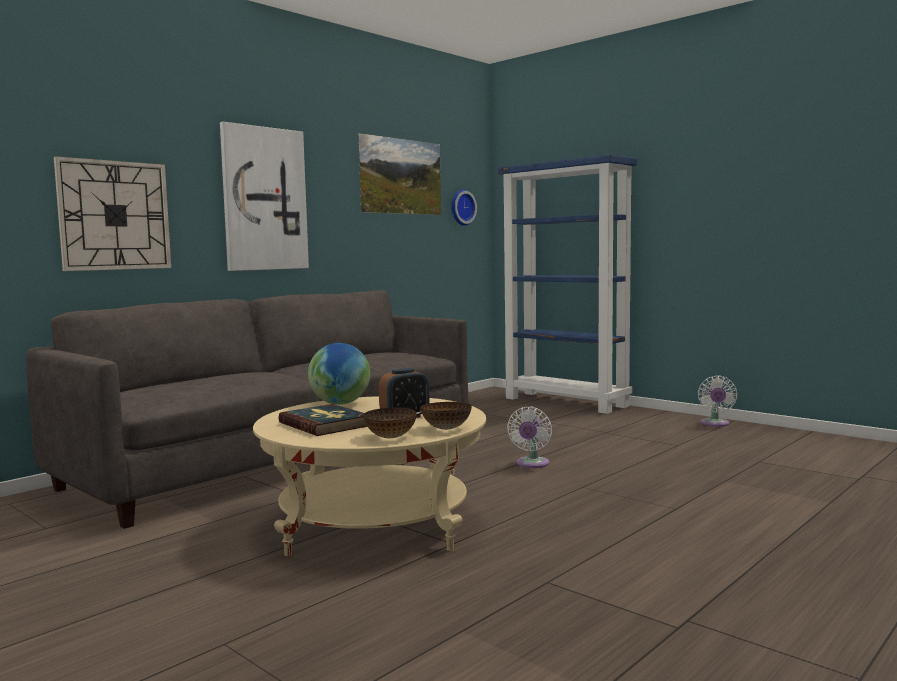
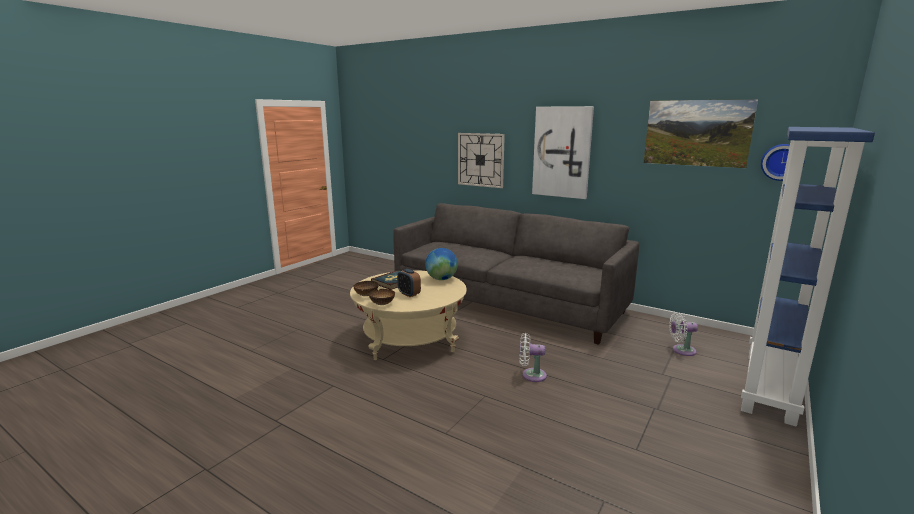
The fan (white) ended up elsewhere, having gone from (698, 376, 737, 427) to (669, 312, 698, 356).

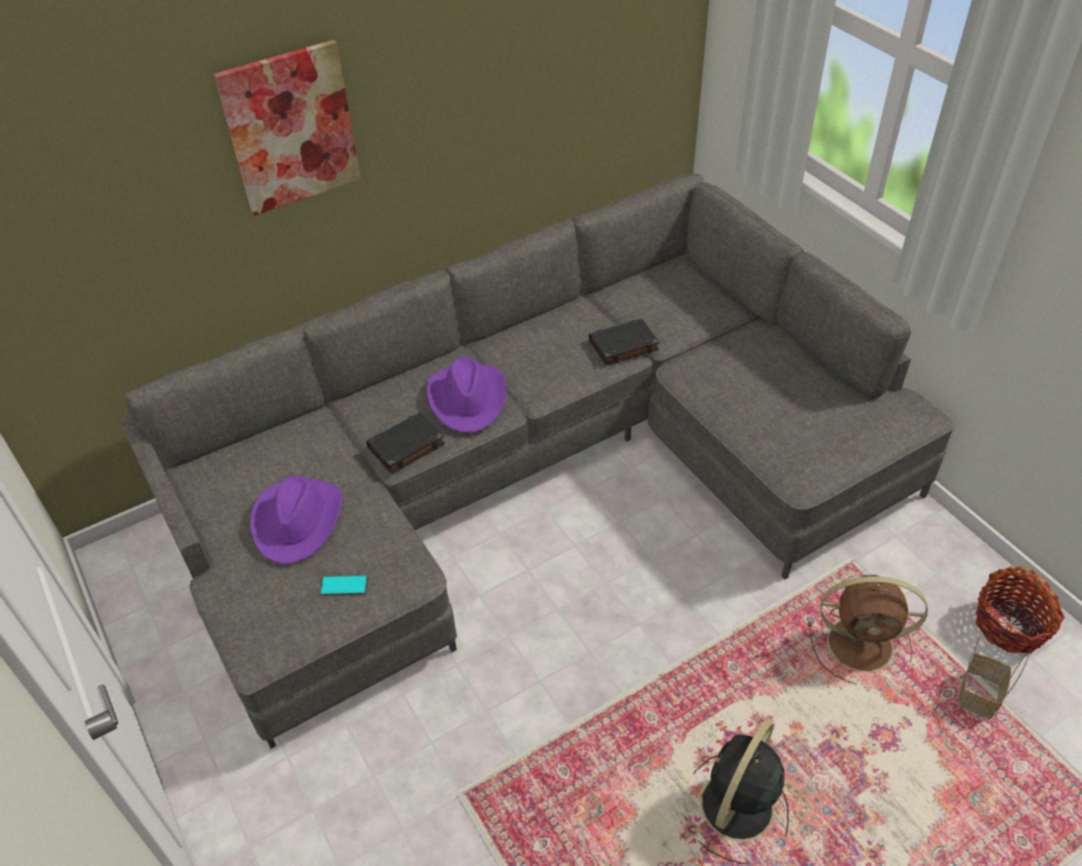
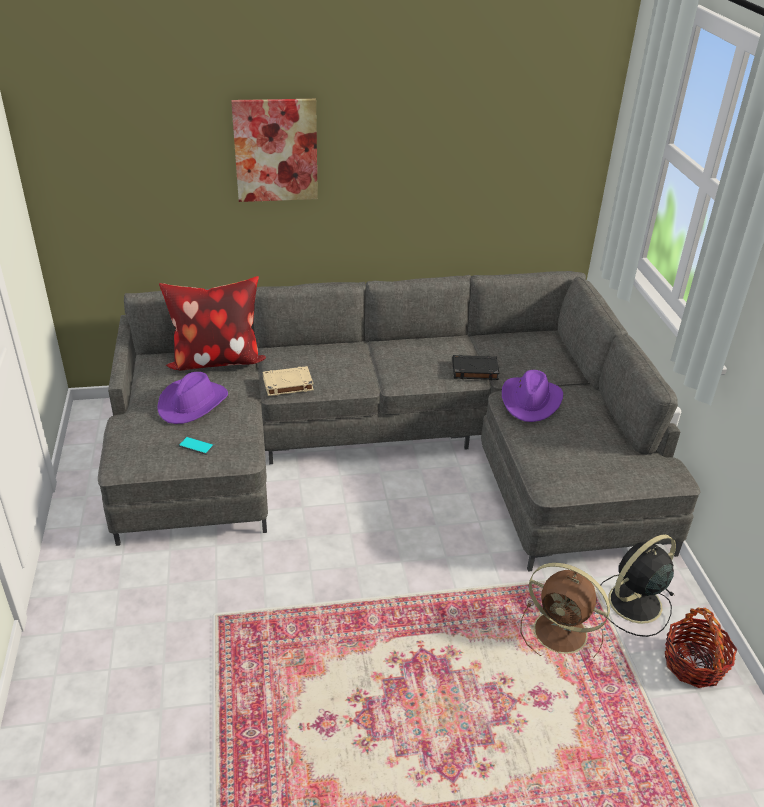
The second view lost the basket at (957, 636, 1028, 719). The second view gained the pillow at (159, 276, 266, 370). The hat (purple) ended up elsewhere, having gone from (427, 357, 507, 433) to (502, 370, 563, 422). The fan (black) ended up elsewhere, having gone from (693, 720, 789, 864) to (601, 534, 676, 637). What was the book (black) at (366, 412, 445, 474) turned into the book (beige) at (263, 366, 314, 396).

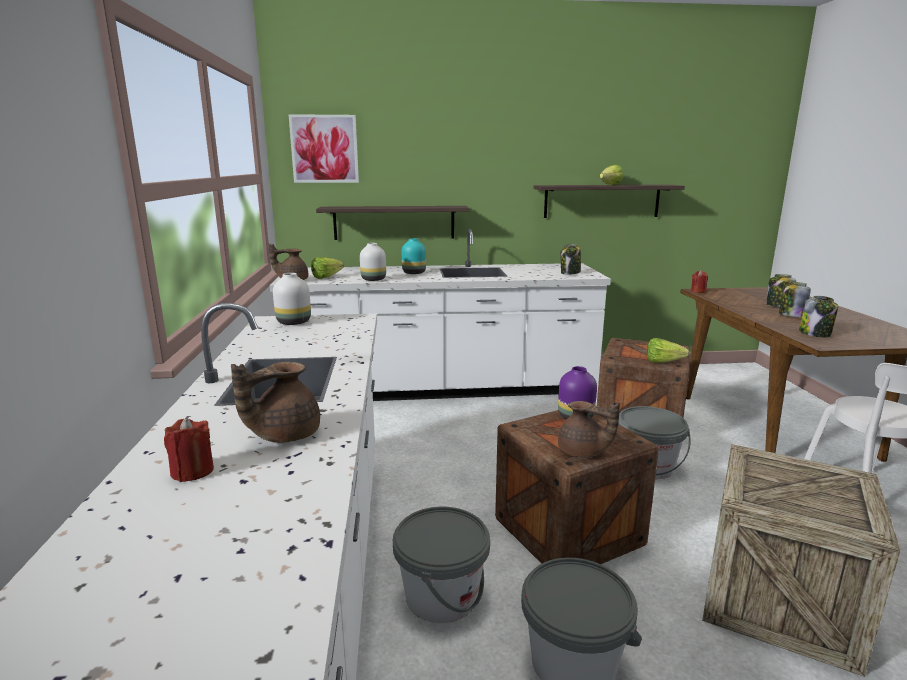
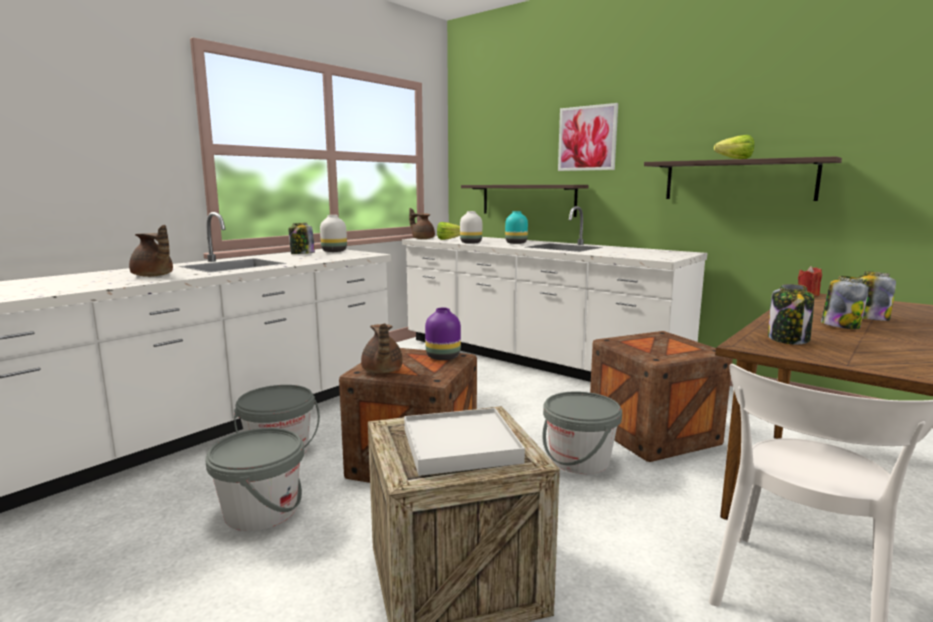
The second view lost the candle (red) at (164, 418, 214, 482). The second view lost the lettuce at (647, 338, 689, 363). The second view gained the tray (white) at (404, 408, 525, 476). The picture ended up elsewhere, having gone from (288, 114, 359, 183) to (558, 103, 618, 171). The jar ended up elsewhere, having gone from (561, 244, 581, 275) to (288, 223, 315, 254). The teapot (brown) at (231, 362, 320, 443) ended up facing another way, 150 degrees counterclockwise from before.

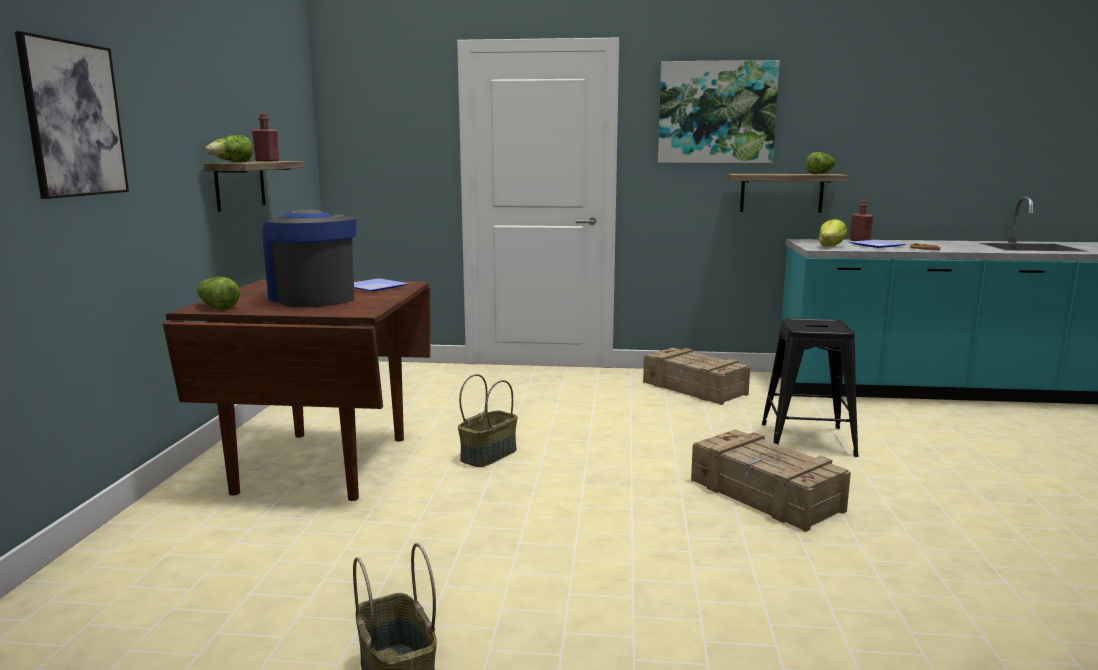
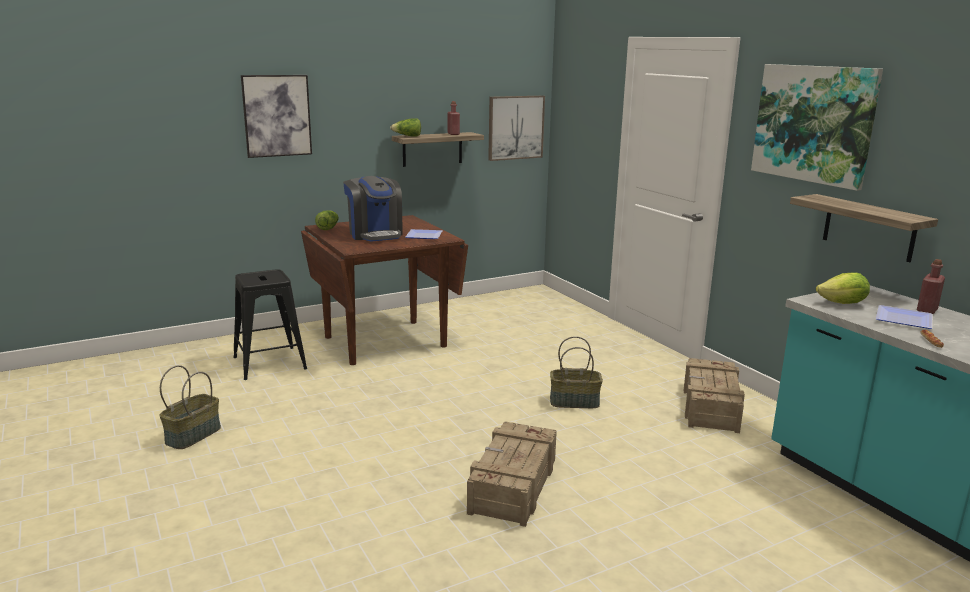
The second view lost the lettuce at (806, 152, 835, 174). The second view gained the picture at (488, 96, 545, 161). The basket ended up elsewhere, having gone from (458, 374, 518, 467) to (550, 336, 603, 408). The stool (black) ended up elsewhere, having gone from (762, 318, 859, 457) to (233, 269, 307, 380). The coffee machine at (262, 209, 356, 307) ended up facing another way, 135 degrees clockwise from before.

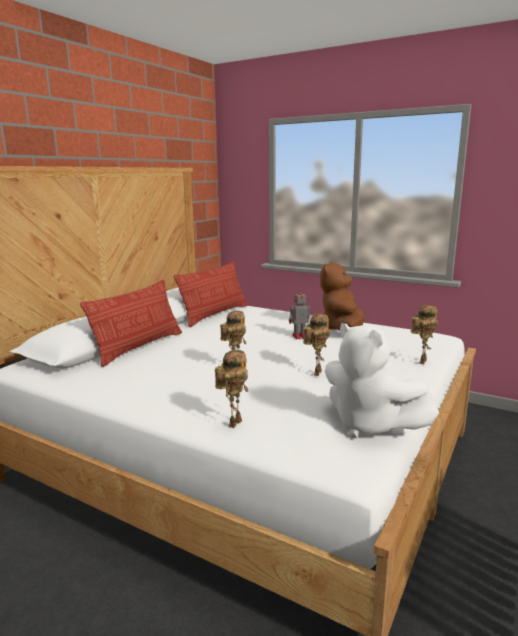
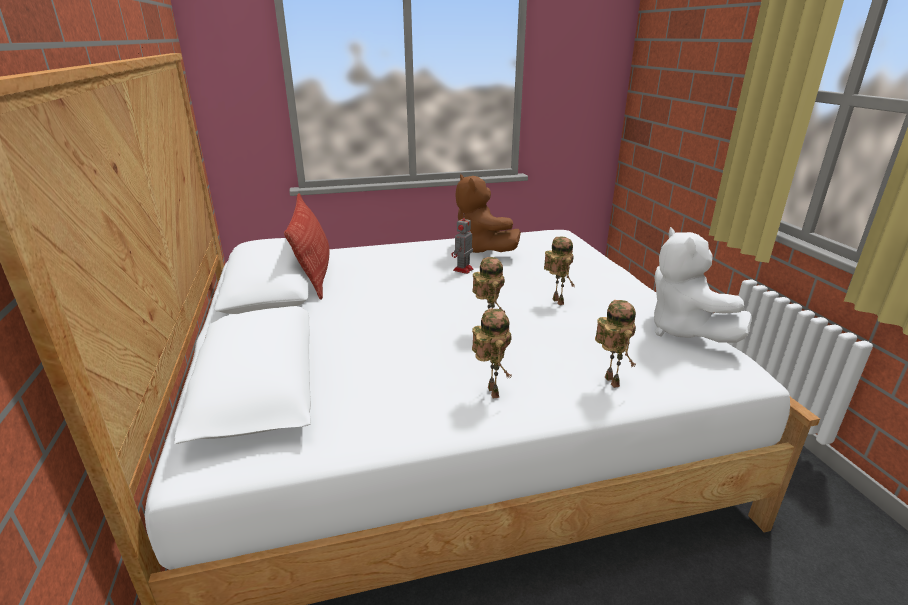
The second view lost the pillow at (80, 280, 182, 367). The toy robot ended up elsewhere, having gone from (411, 305, 438, 364) to (472, 308, 512, 399). The plush toy (white) at (325, 323, 439, 438) ended up facing another way, 75 degrees clockwise from before.

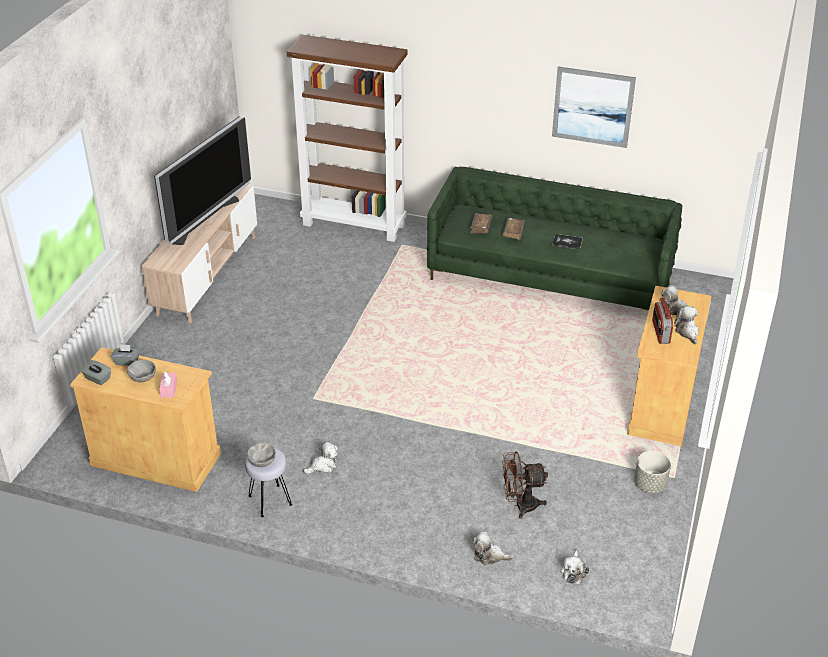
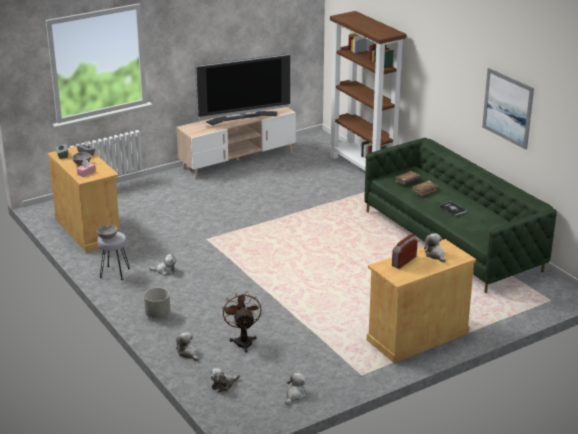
The planter (grey) ended up elsewhere, having gone from (634, 451, 671, 493) to (144, 288, 170, 318). The plush toy ended up elsewhere, having gone from (674, 306, 699, 345) to (285, 373, 307, 405). The fan (brown) at (502, 451, 548, 519) ended up facing another way, 45 degrees clockwise from before.

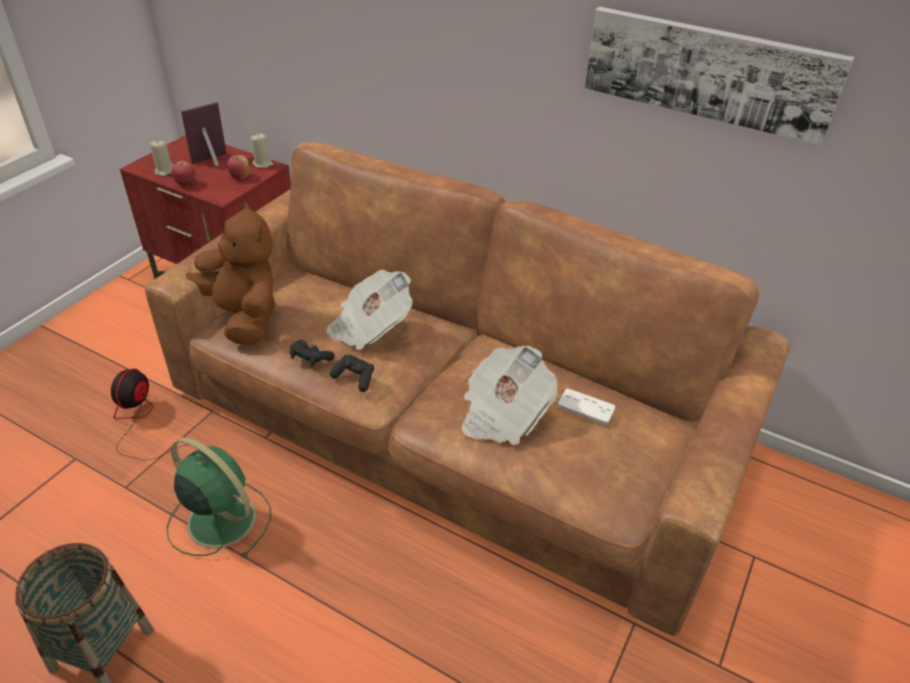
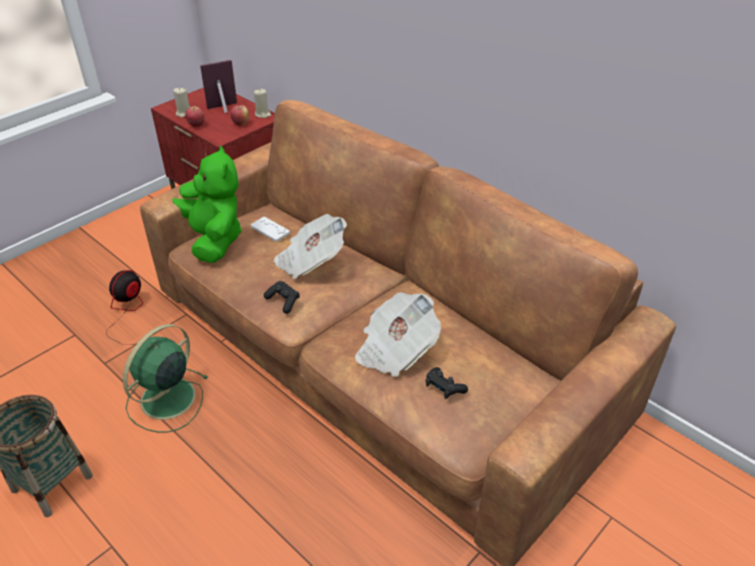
The second view lost the picture at (585, 7, 854, 145). The game controller (black) ended up elsewhere, having gone from (290, 340, 335, 367) to (426, 367, 468, 399). The game controller (white) ended up elsewhere, having gone from (557, 389, 616, 425) to (251, 217, 290, 242). What was the plush toy (brown) at (186, 202, 275, 345) turned into the plush toy (green) at (172, 146, 242, 263). The fan (green) at (167, 437, 271, 558) ended up facing another way, 105 degrees counterclockwise from before.

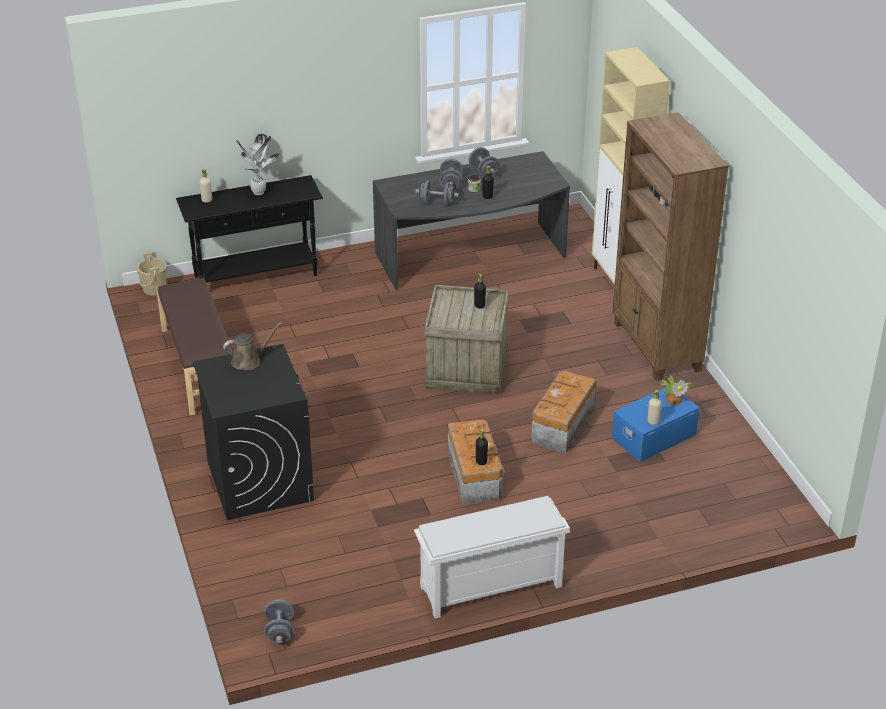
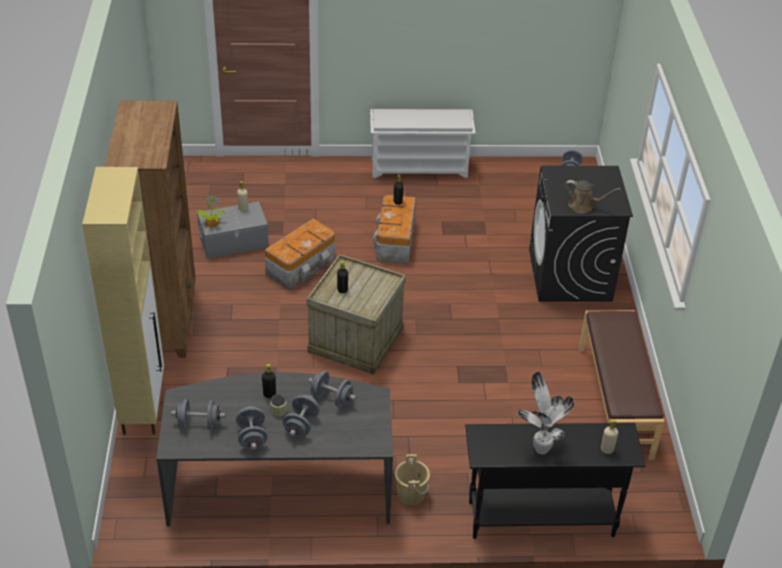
The second view gained the dumbbell (grey) at (171, 399, 225, 430). The bucket (beige) ended up elsewhere, having gone from (137, 252, 167, 296) to (395, 454, 430, 505). What was the storage box (blue) at (612, 387, 700, 462) turned into the storage box (grey) at (197, 201, 269, 259). The watering can (brown) at (223, 322, 282, 370) ended up facing another way, 150 degrees counterclockwise from before.

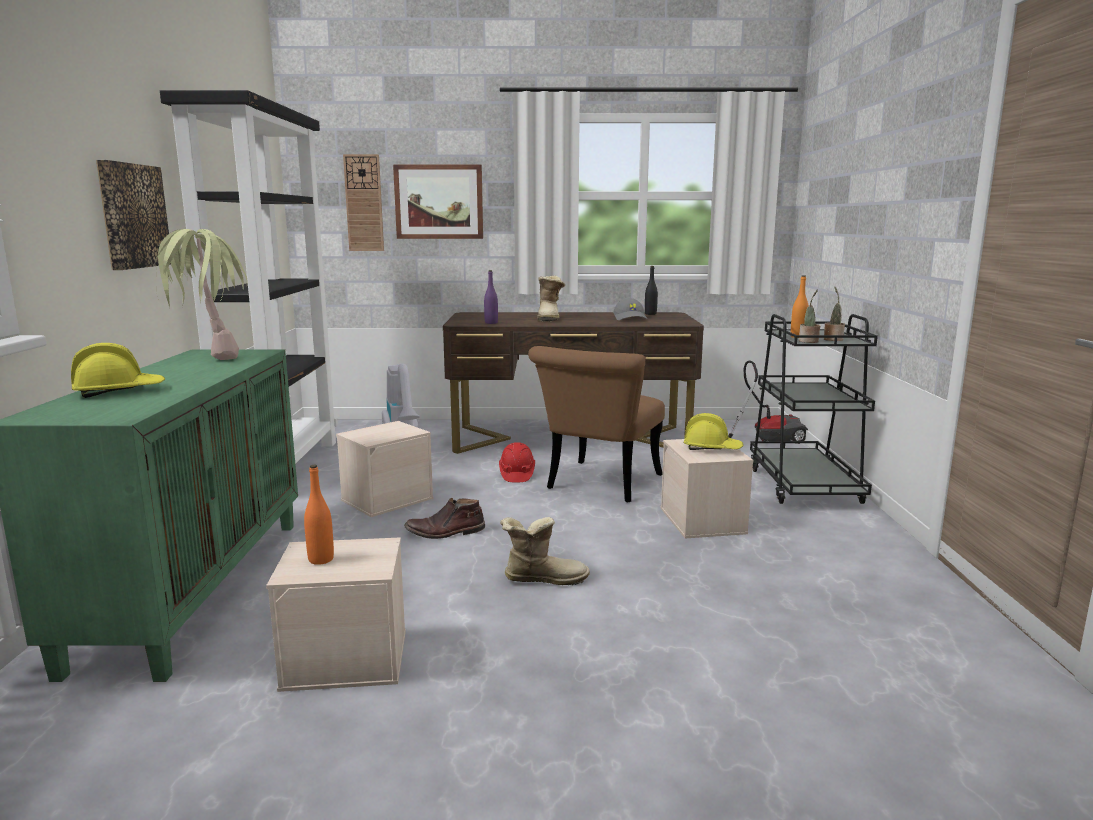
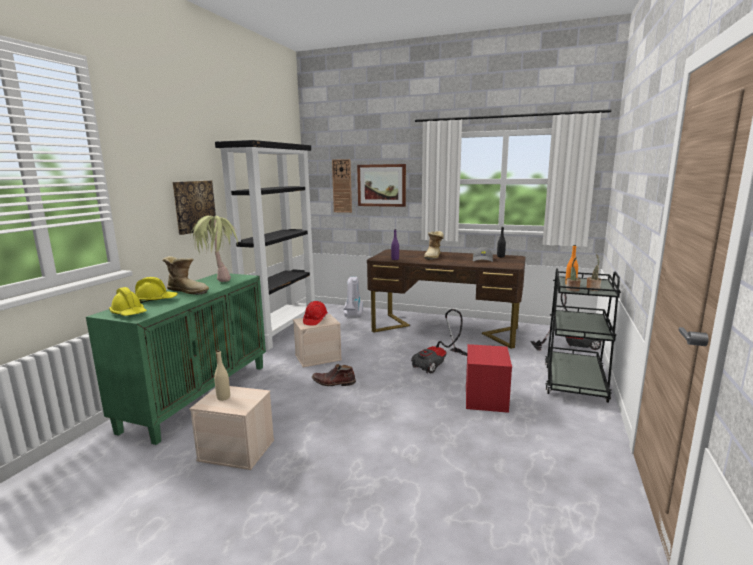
The hard hat (red) ended up elsewhere, having gone from (499, 442, 535, 482) to (303, 301, 328, 326). The boot ended up elsewhere, having gone from (500, 517, 590, 585) to (162, 256, 209, 295). The hard hat (yellow) ended up elsewhere, having gone from (684, 413, 743, 450) to (109, 287, 147, 316). Where the chair (brown) stood at (528, 346, 665, 502), the vacuum cleaner came to stand at (411, 309, 467, 373). What was the bottle (orange) at (304, 465, 334, 565) turned into the bottle (beige) at (214, 350, 230, 401). What was the storage box (beige) at (660, 439, 753, 539) turned into the storage box (red) at (466, 344, 512, 413).

